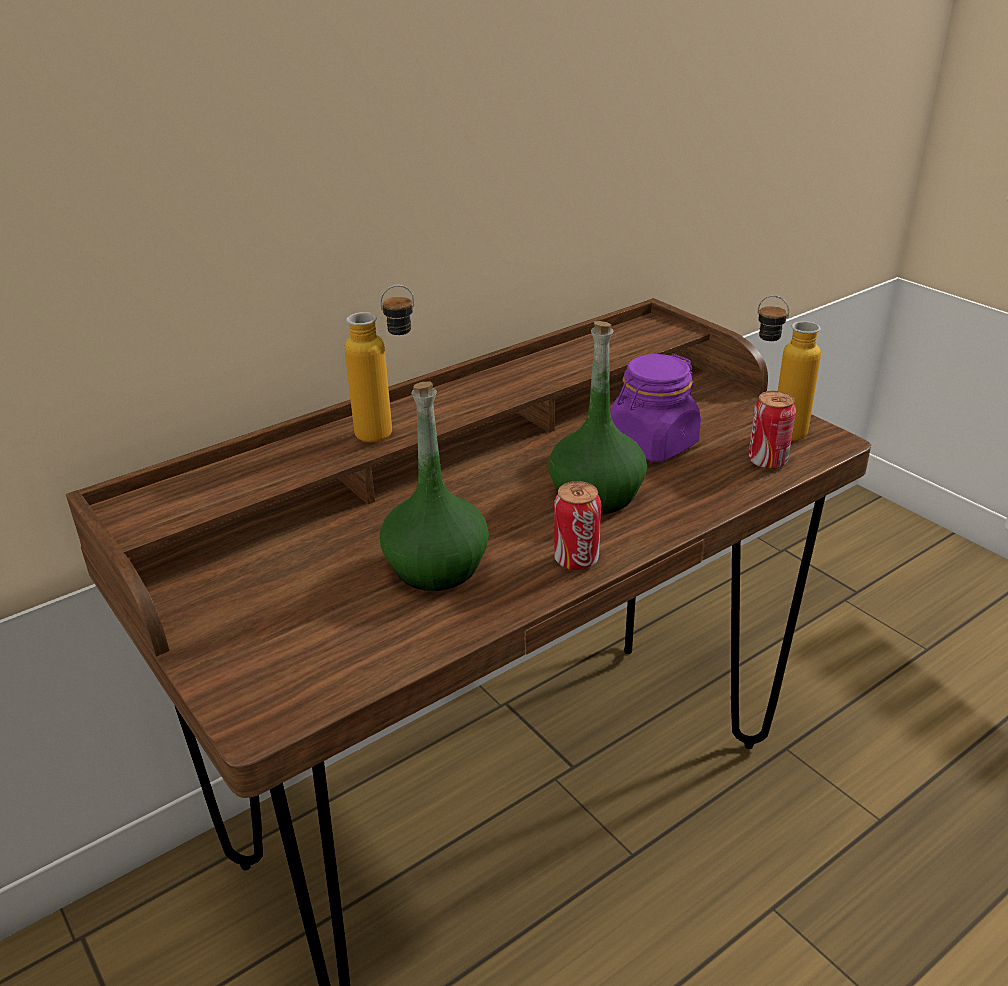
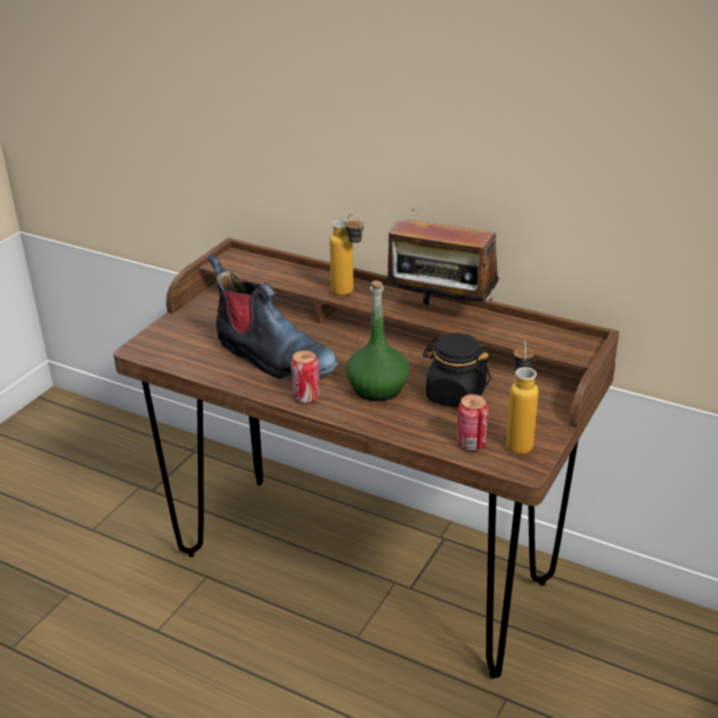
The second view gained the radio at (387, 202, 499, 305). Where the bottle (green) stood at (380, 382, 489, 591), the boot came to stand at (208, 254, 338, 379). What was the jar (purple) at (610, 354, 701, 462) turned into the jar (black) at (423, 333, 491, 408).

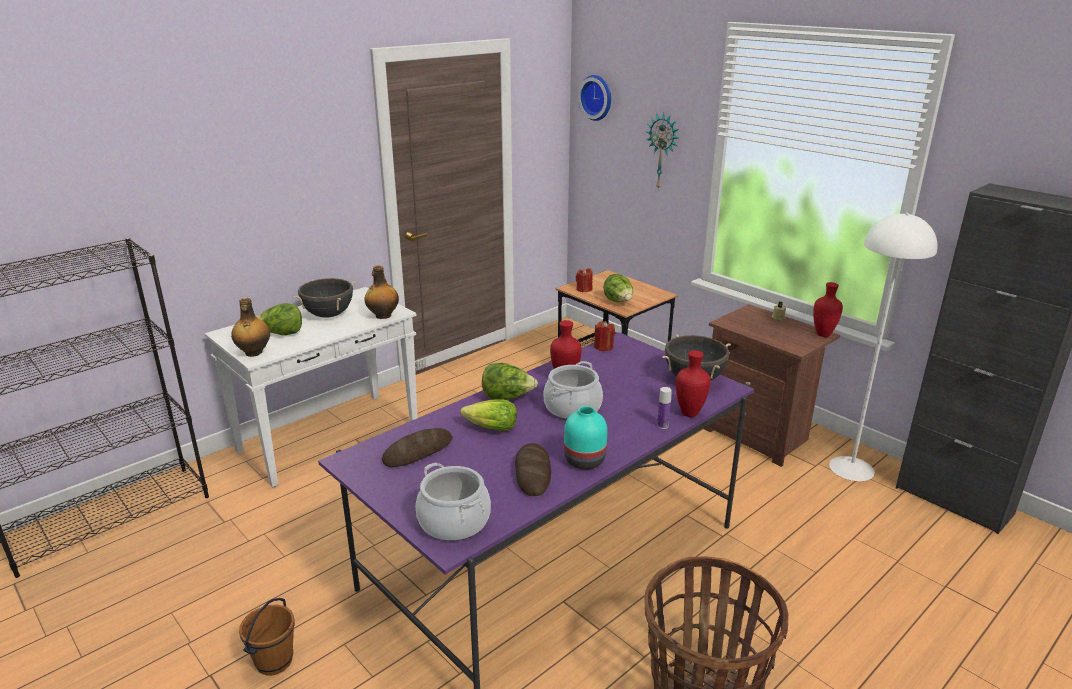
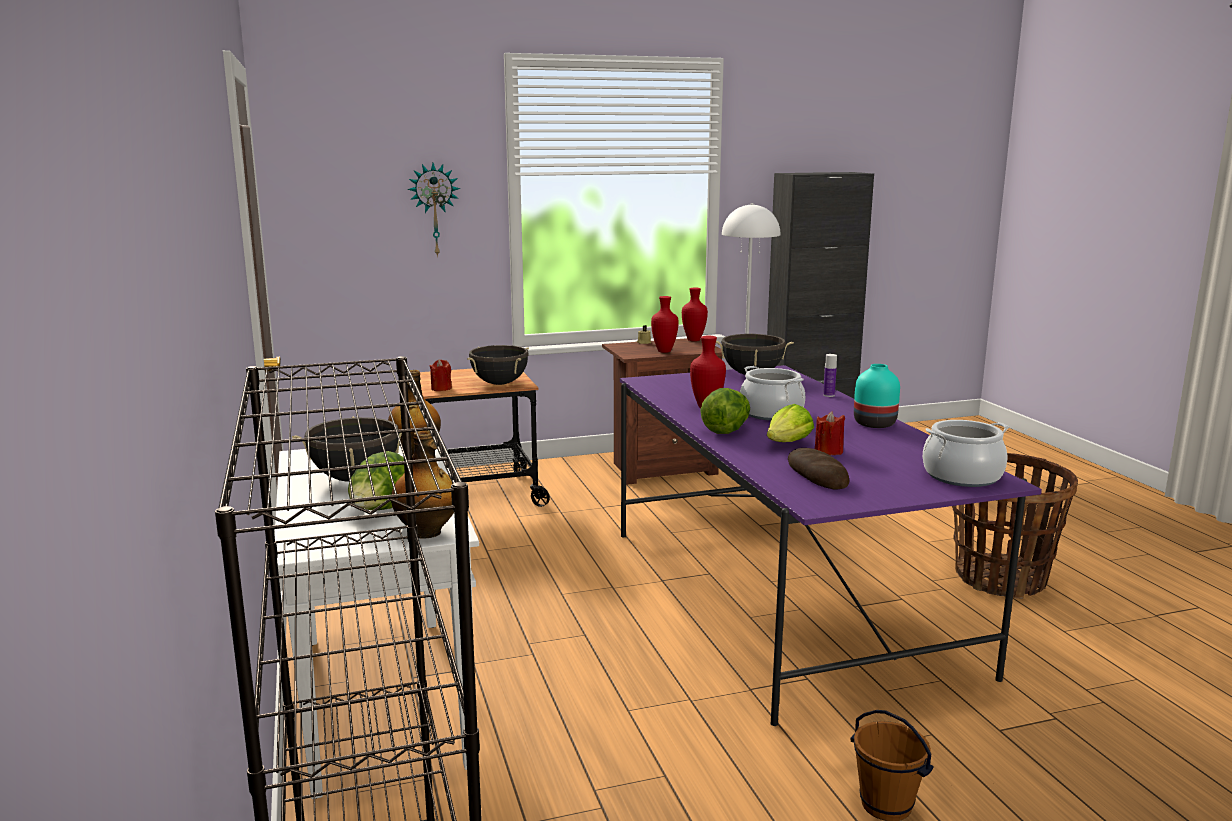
The second view lost the bread at (515, 443, 551, 496). The second view lost the wall clock at (578, 75, 611, 121). The candle (red) ended up elsewhere, having gone from (594, 321, 615, 351) to (815, 411, 845, 455). The vase (red) ended up elsewhere, having gone from (676, 350, 710, 417) to (651, 296, 679, 353). Where the lettuce stood at (603, 274, 633, 302), the cooking pot (black) came to stand at (467, 345, 529, 385).

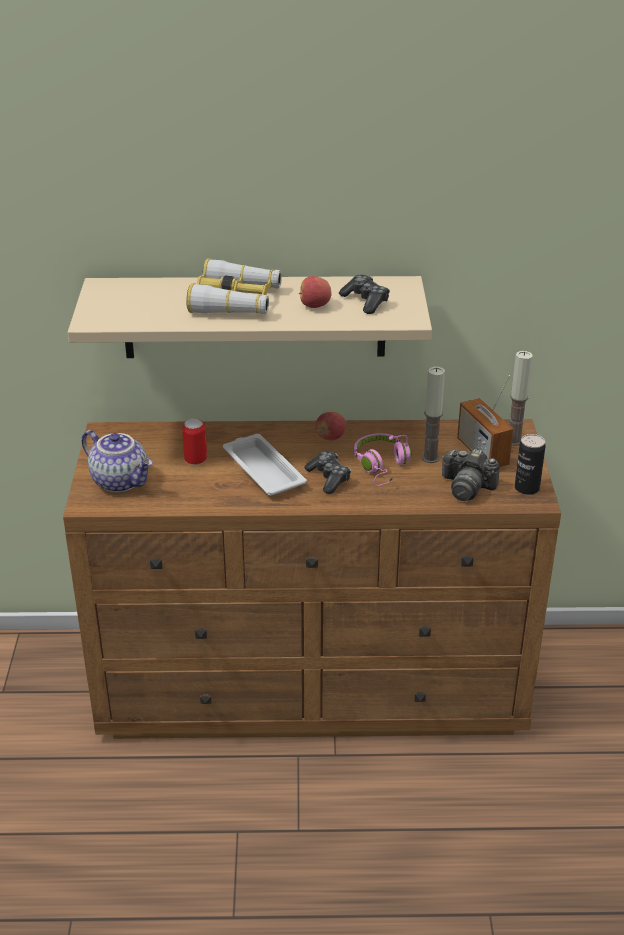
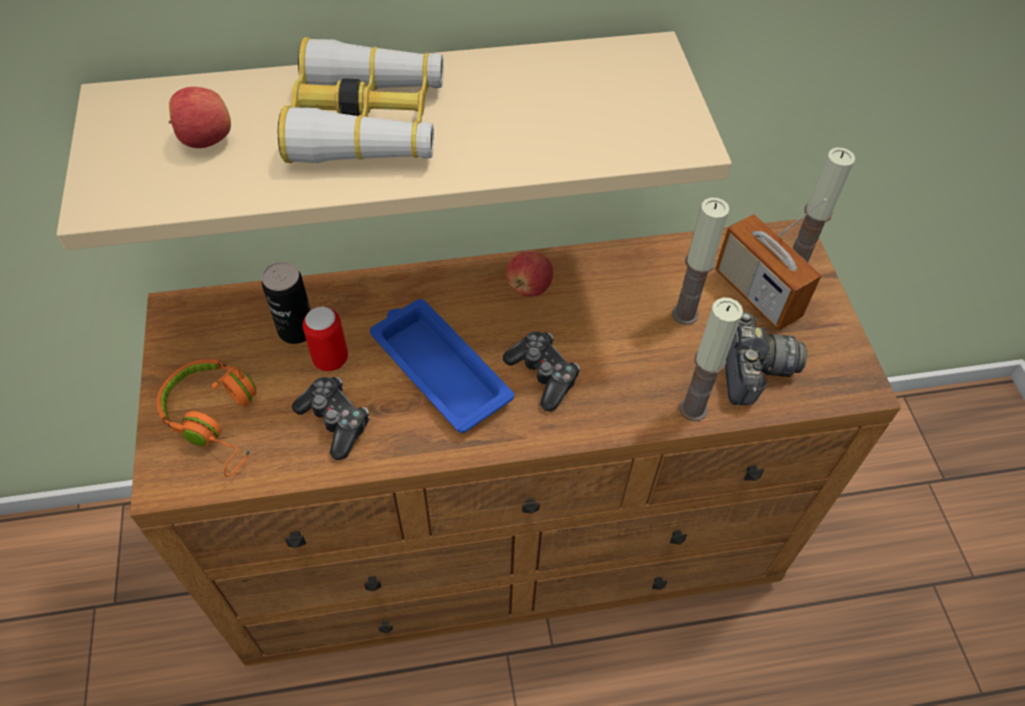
The second view lost the headphones (pink) at (354, 433, 411, 486). The second view gained the candle at (679, 297, 743, 422). The apple ended up elsewhere, having gone from (299, 276, 332, 308) to (169, 87, 231, 148). The game controller ended up elsewhere, having gone from (339, 275, 390, 314) to (292, 377, 369, 460). The can ended up elsewhere, having gone from (515, 434, 546, 495) to (262, 261, 311, 344). Where the teapot stood at (82, 430, 153, 493), the headphones (orange) came to stand at (157, 359, 257, 477). What was the tray (white) at (223, 434, 307, 495) turned into the tray (blue) at (370, 299, 514, 433). The photo camera at (442, 449, 500, 501) ended up facing another way, 105 degrees counterclockwise from before.

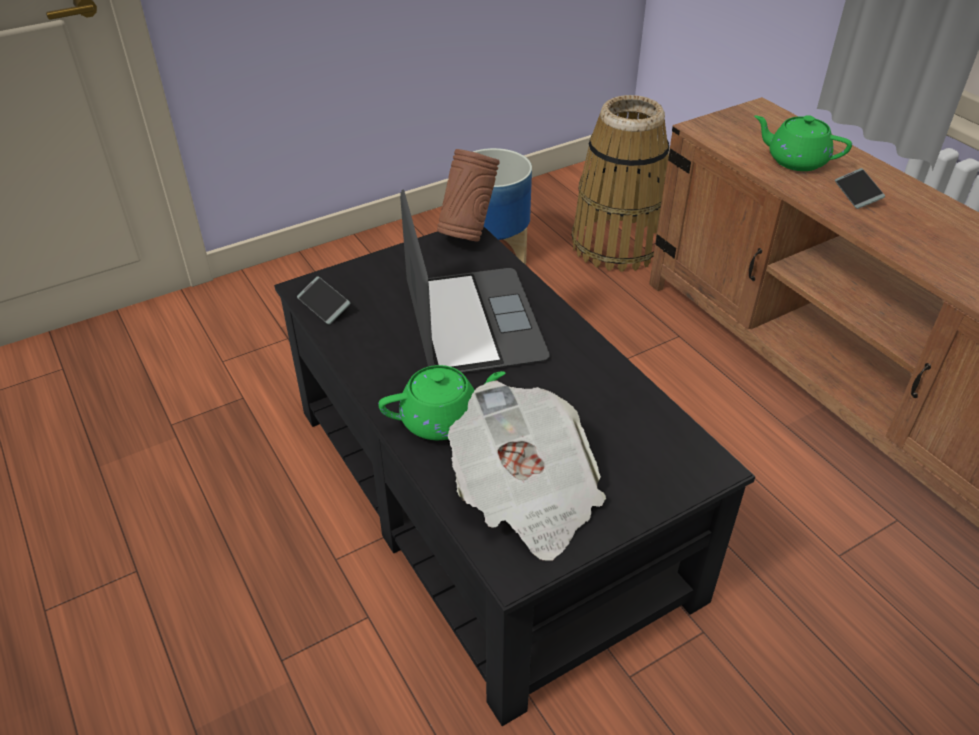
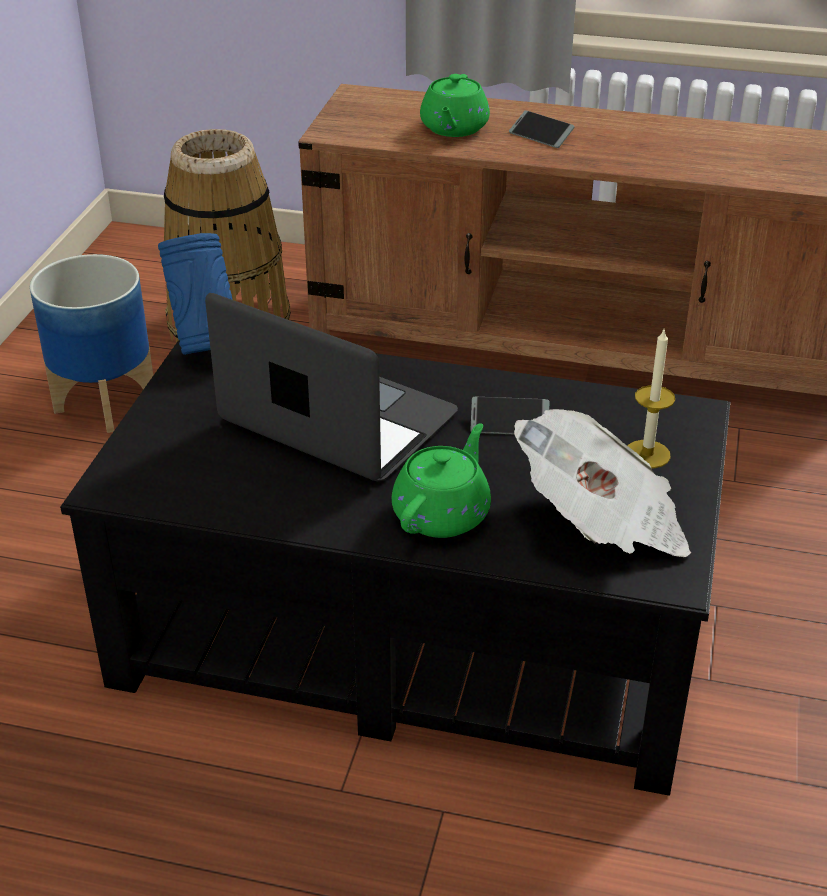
The second view gained the candle at (627, 330, 675, 468). The phone ended up elsewhere, having gone from (297, 276, 350, 325) to (470, 397, 549, 435). What was the vase (brown) at (437, 149, 500, 242) turned into the vase (blue) at (158, 233, 232, 355). The teapot (green) at (754, 115, 852, 171) ended up facing another way, 60 degrees counterclockwise from before.

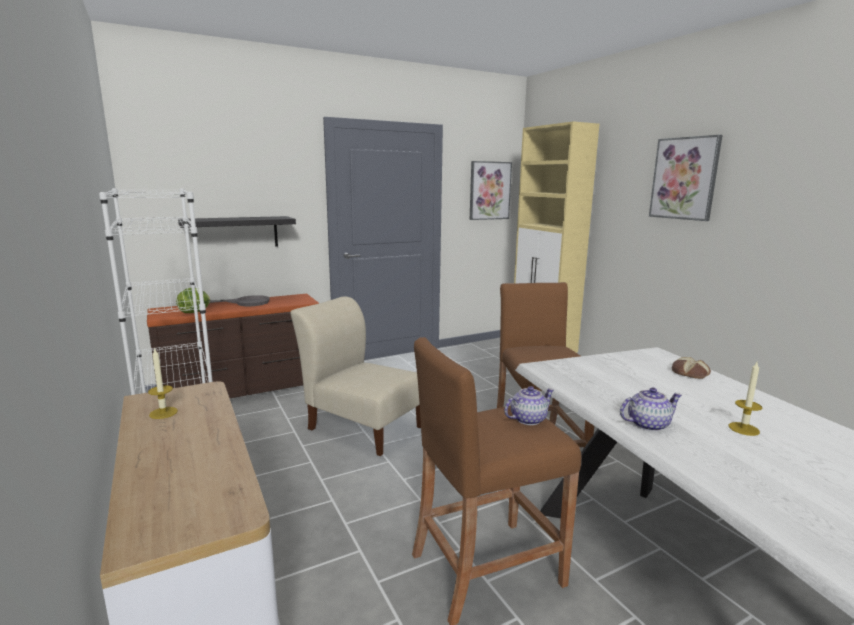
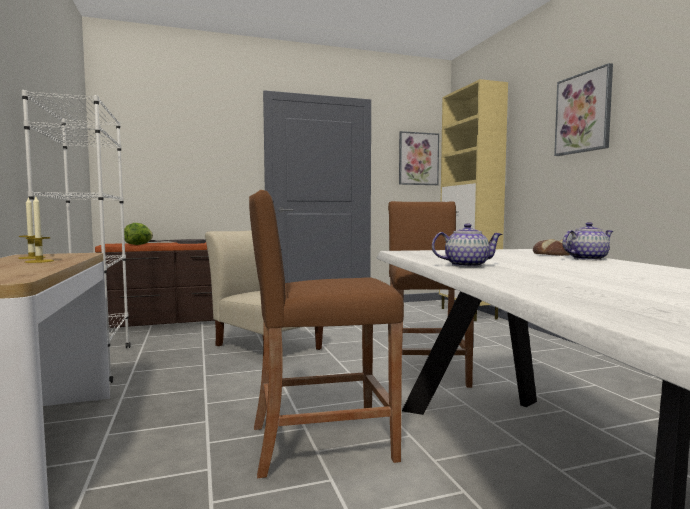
The second view lost the shelf (black) at (178, 216, 296, 246). The teapot ended up elsewhere, having gone from (504, 386, 554, 425) to (562, 222, 613, 260). The candle ended up elsewhere, having gone from (729, 362, 762, 436) to (25, 196, 54, 263).

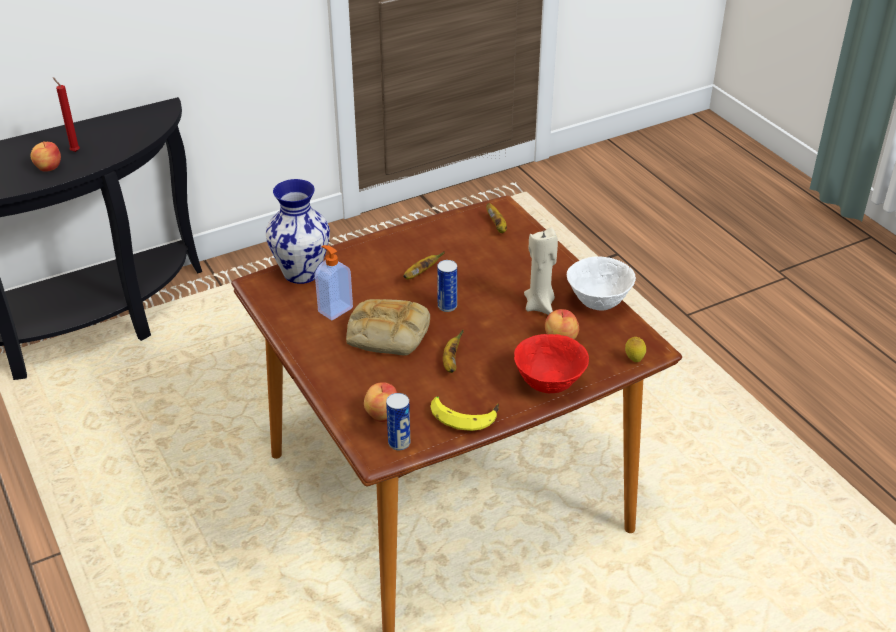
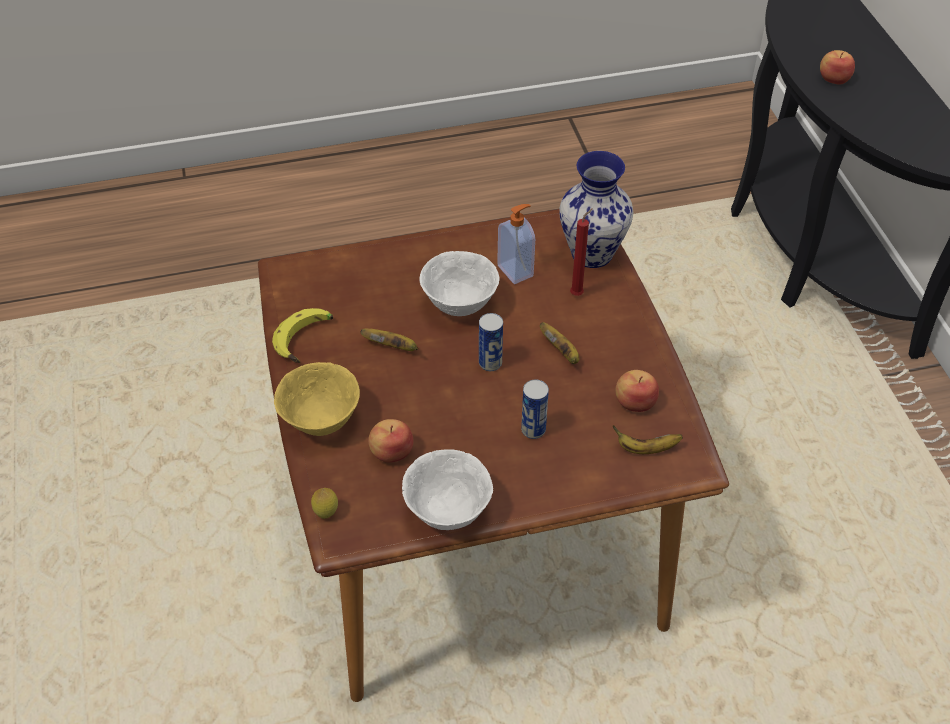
The second view lost the candle (beige) at (524, 228, 558, 315). The candle (red) ended up elsewhere, having gone from (53, 77, 80, 152) to (570, 208, 593, 296). The apple ended up elsewhere, having gone from (364, 382, 397, 422) to (615, 370, 659, 412). The can ended up elsewhere, having gone from (386, 393, 410, 450) to (521, 380, 549, 439). Where the bread stood at (346, 299, 430, 356), the bowl (white) came to stand at (419, 251, 499, 316). What was the bowl (red) at (514, 334, 589, 393) turned into the bowl (yellow) at (274, 362, 360, 436).

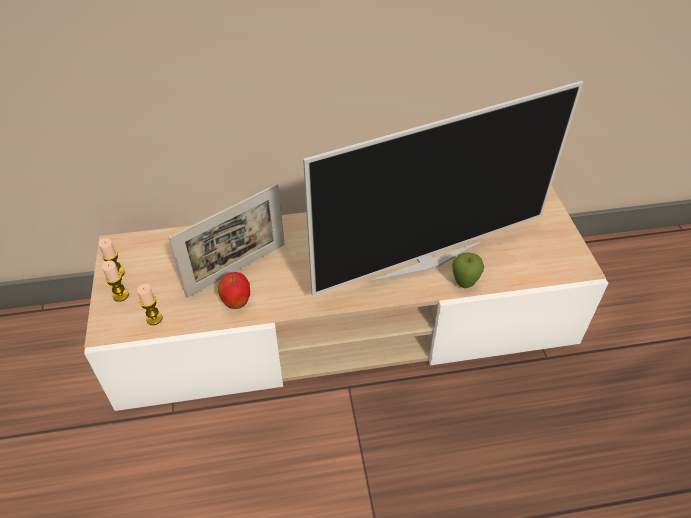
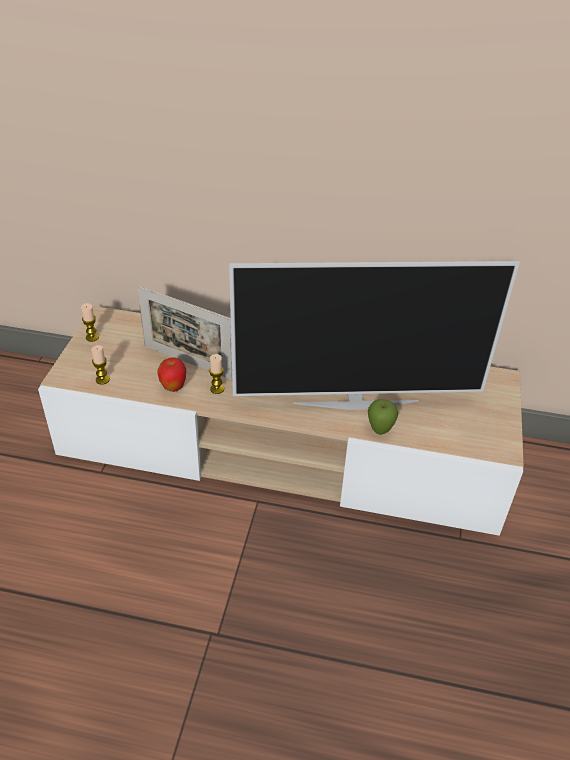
The candle ended up elsewhere, having gone from (102, 260, 129, 302) to (209, 354, 224, 394). The picture frame at (169, 184, 285, 298) ended up facing another way, 45 degrees clockwise from before.

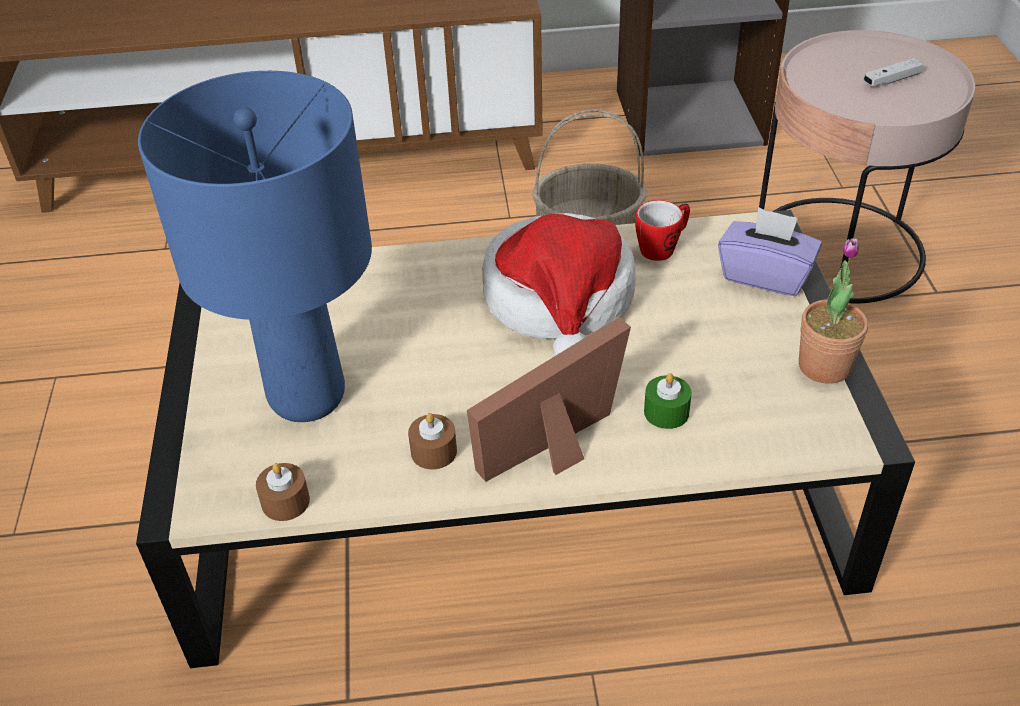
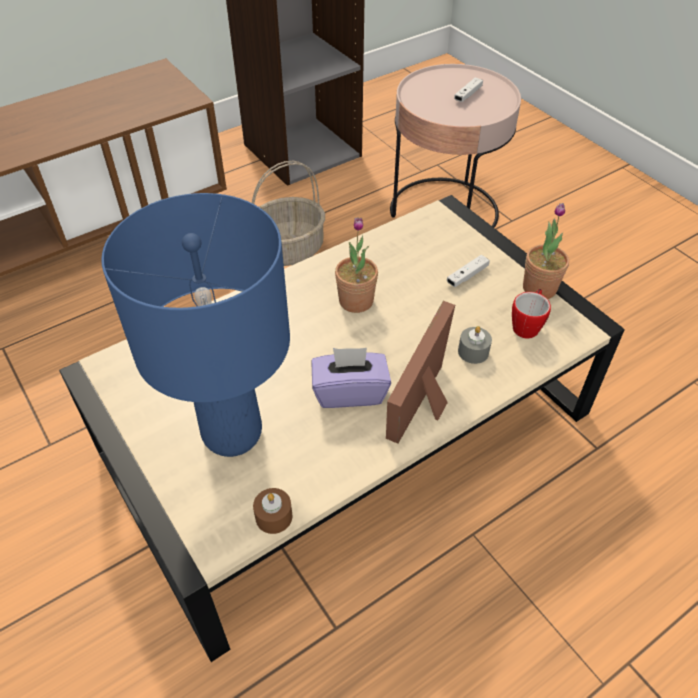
The second view lost the candle (brown) at (408, 413, 457, 470). The second view gained the game controller (white) at (447, 255, 490, 287). The mug ended up elsewhere, having gone from (635, 200, 690, 261) to (512, 289, 551, 339). The tissue box (purple) ended up elsewhere, having gone from (718, 207, 822, 296) to (311, 348, 391, 408). Where the hat stood at (483, 213, 636, 356), the potted plant came to stand at (335, 217, 378, 313). What was the candle (green) at (644, 373, 692, 429) turned into the candle (grey) at (458, 326, 492, 364).

